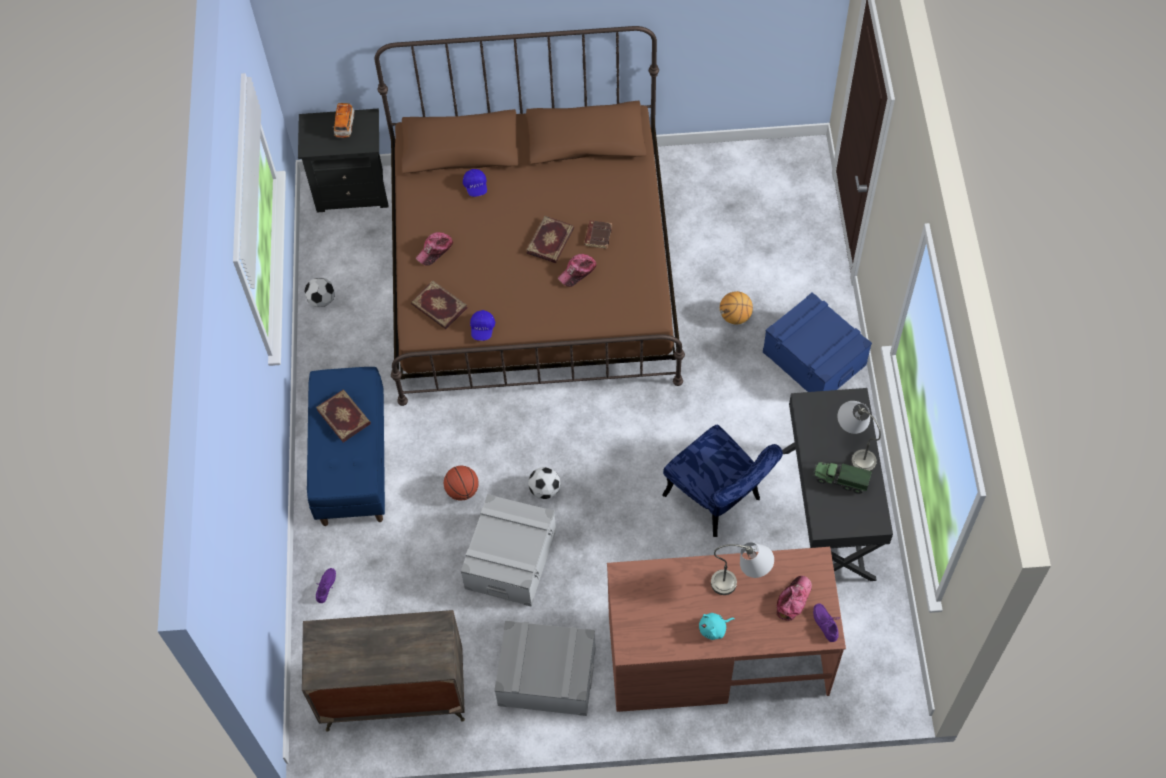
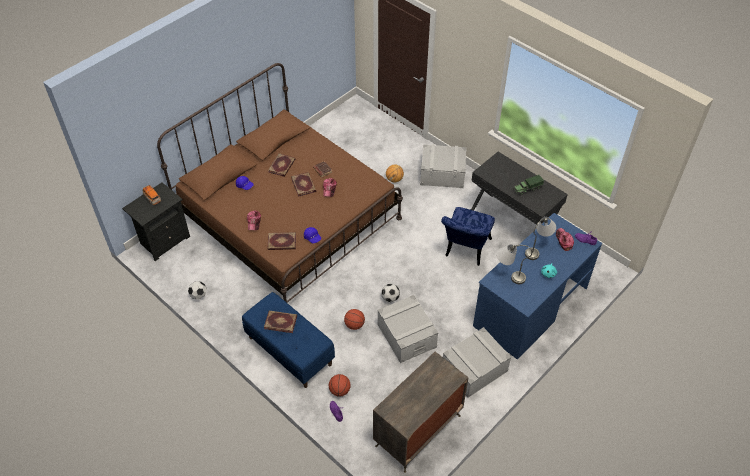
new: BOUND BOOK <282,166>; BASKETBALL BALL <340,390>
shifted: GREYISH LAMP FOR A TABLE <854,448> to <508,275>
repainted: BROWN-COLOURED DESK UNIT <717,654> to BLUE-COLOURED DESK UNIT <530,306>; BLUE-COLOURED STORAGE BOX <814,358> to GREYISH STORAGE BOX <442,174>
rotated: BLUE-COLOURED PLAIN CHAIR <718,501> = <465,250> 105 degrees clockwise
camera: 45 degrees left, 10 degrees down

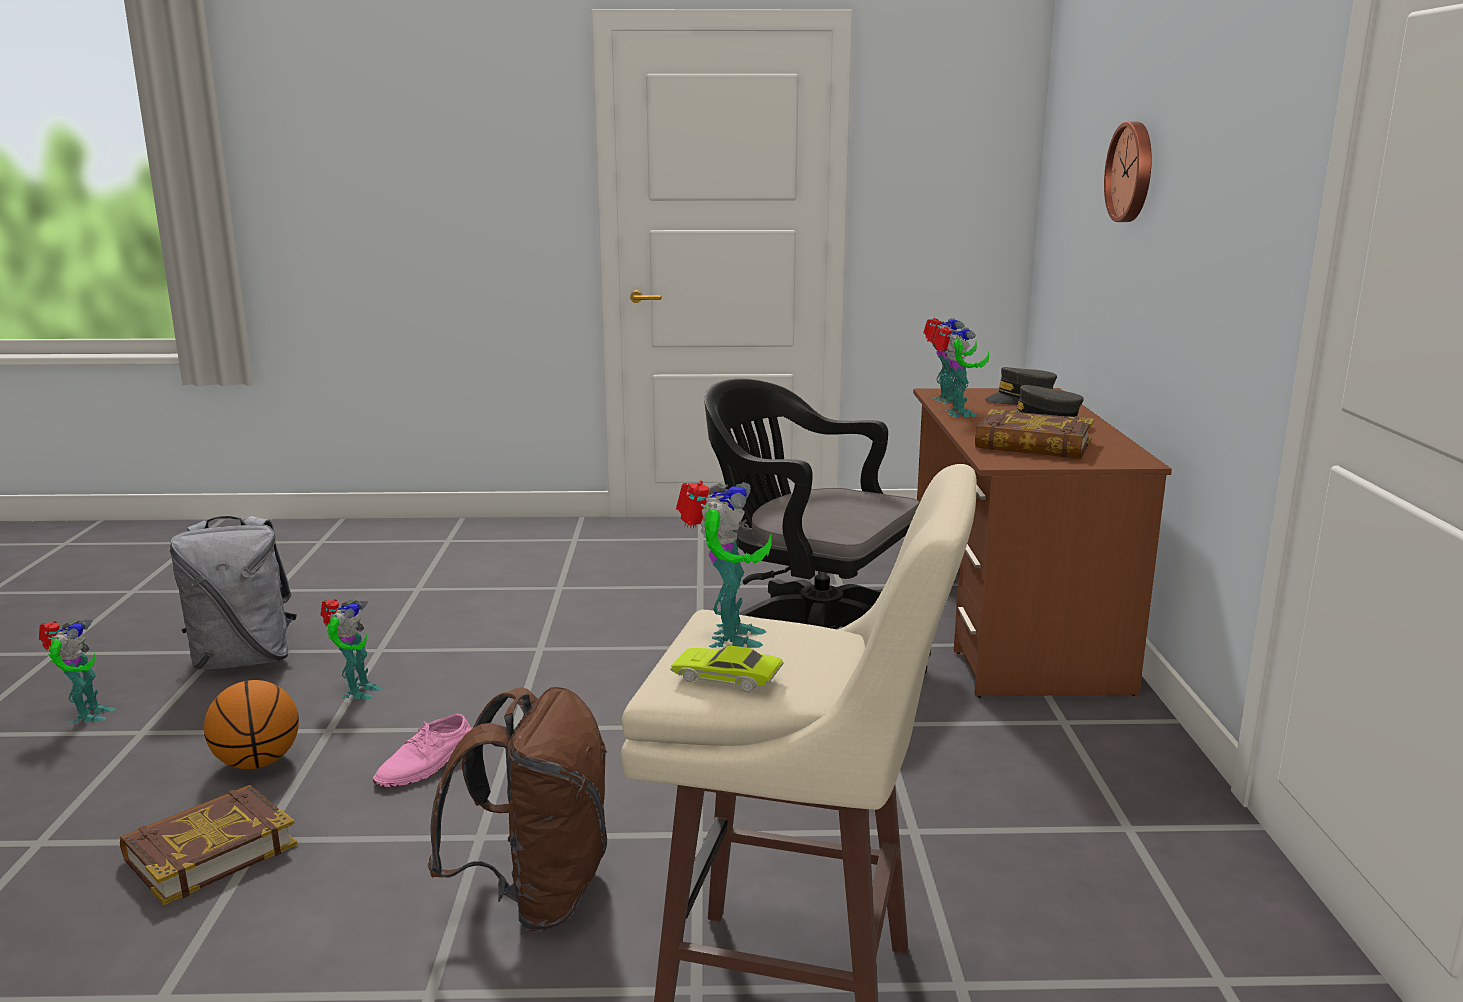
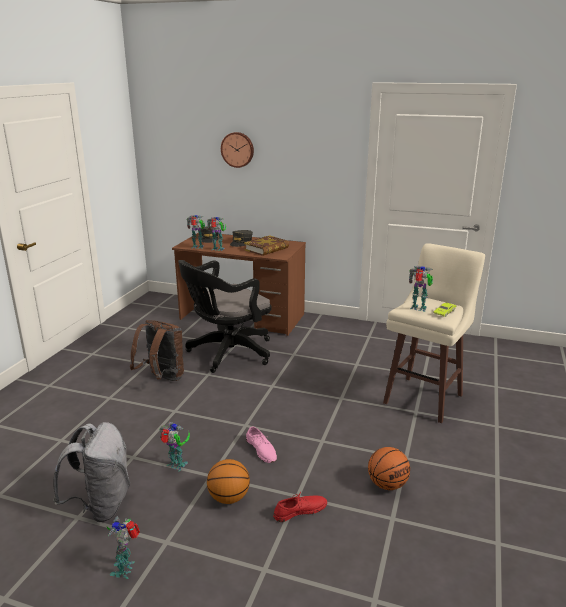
new: BASKETBALL BALL <387,484>
shifted: BROWN-COLOURED BACKPACK <536,894> to <162,379>
swapped: BOUND BOOK <210,851> to REDDISH ITEM OF FOOTWEAR <300,510>
rotated: TOY ROBOT <86,715> = <125,568> 105 degrees counterclockwise
camera: 70 degrees left, 5 degrees up

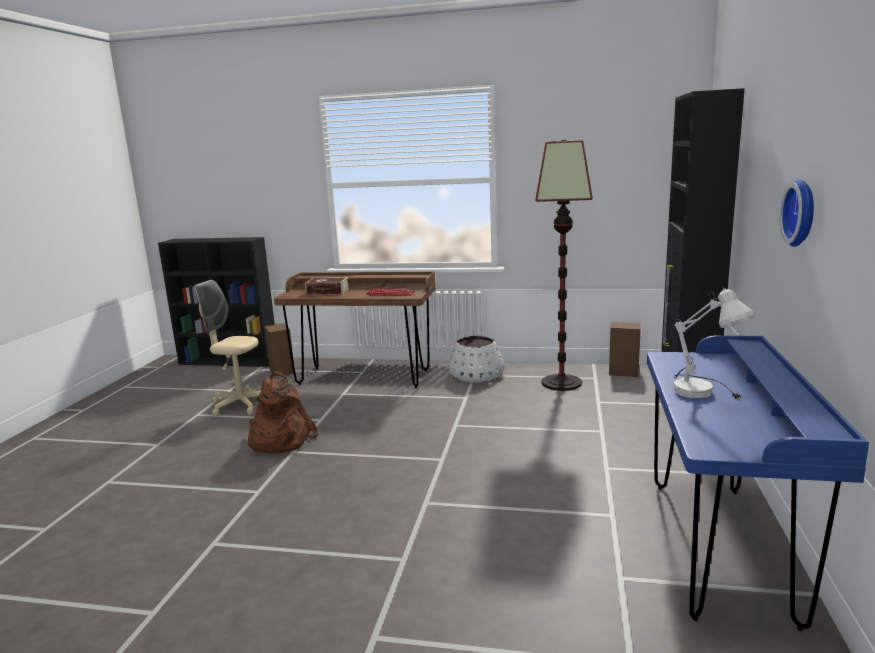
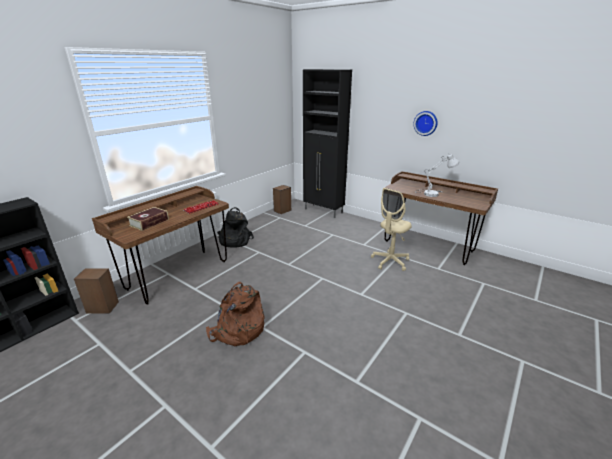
gone: STANDING LAMP <562,383>
shifted: BEIGE-COLOURED DESK CHAIR <240,405> to <390,261>
swapped: WHITE FLOWER POT <476,375> to BLACK BACKPACK <234,241>
repainted: BLUE-COLOURED DESK UNIT <719,547> to BROWN-COLOURED DESK UNIT <428,246>
camera: 65 degrees left, 10 degrees up

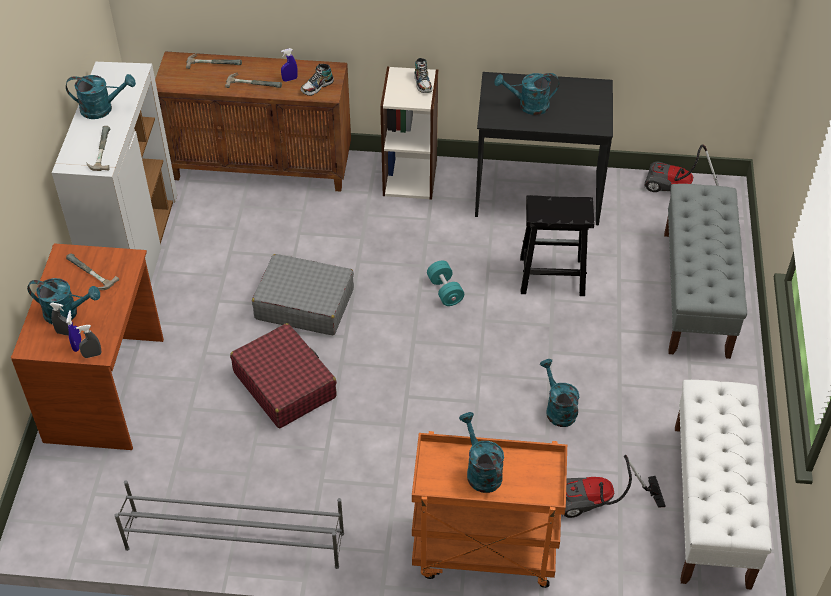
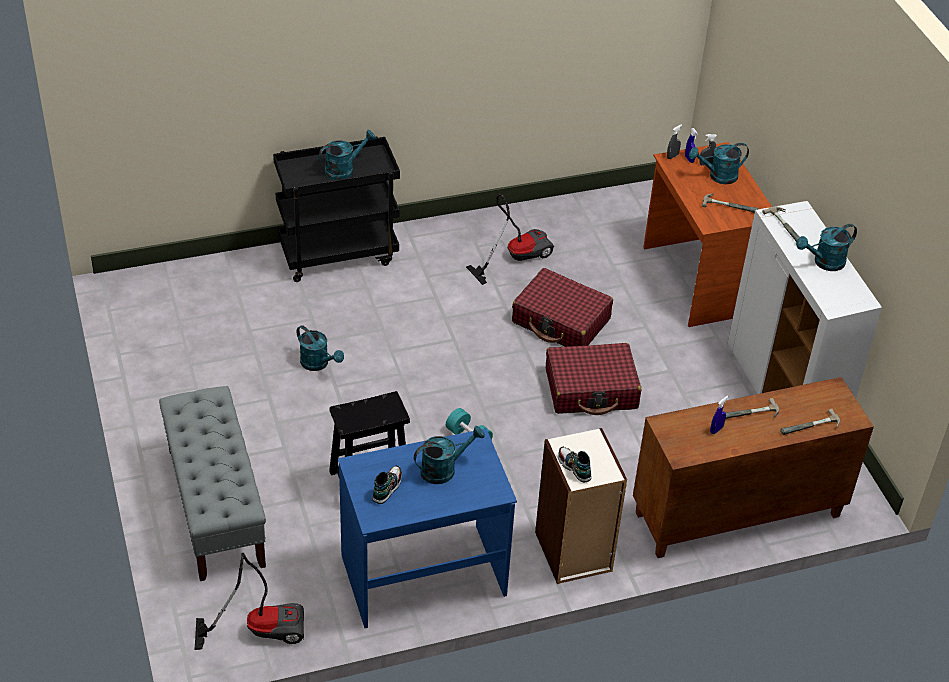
gone: GREYISH SHOE RACK <234,540>; WHITE BENCH <711,505>
shifted: ITEM OF FOOTWEAR <317,87> to <387,488>; VACUUM <600,503> to <515,256>
repainted: GREYISH TRAVEL CASE <304,304> to REDDISH TRAVEL CASE <591,389>; ORANGE-COLOURED TROLLEY <483,552> to BLACK TROLLEY <339,254>; BLACK DESK UNIT <537,194> to BLUE-COLOURED DESK UNIT <423,573>
rotated: TURQUOISE-COLOURED SPRINKLING CAN <481,471> = <344,169> 75 degrees counterclockwise
camera: 155 degrees right, 5 degrees down

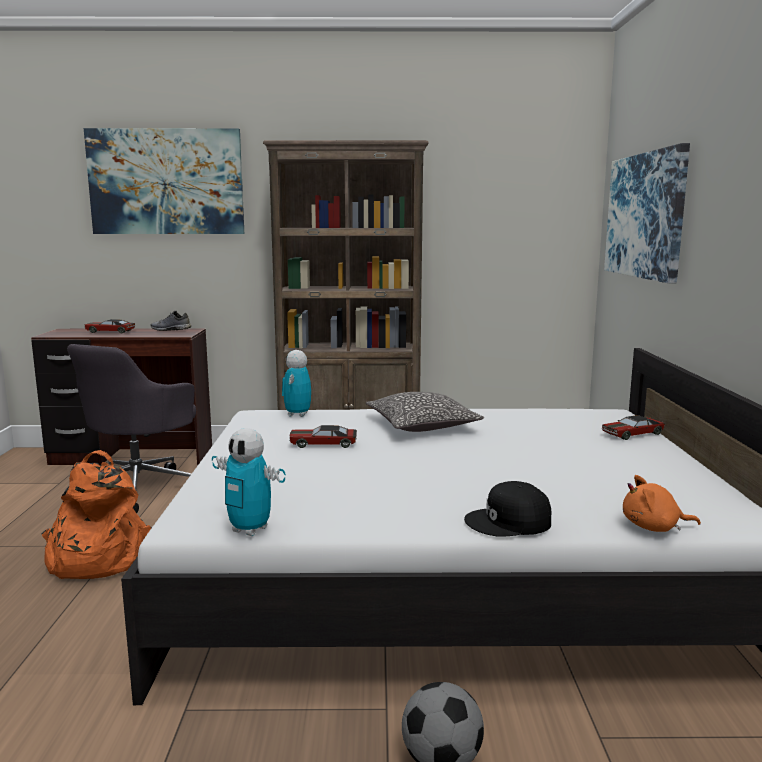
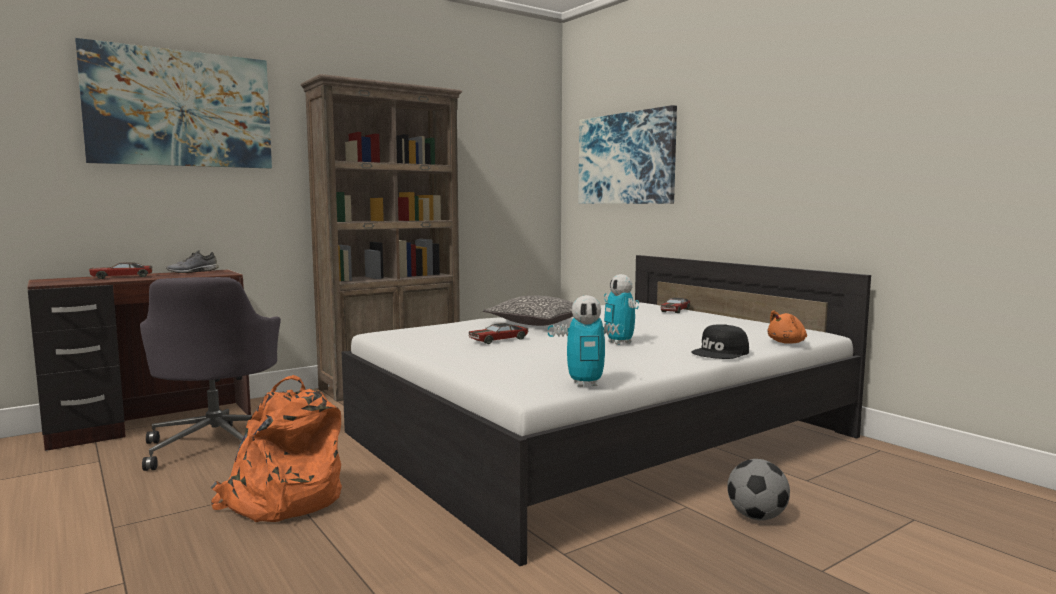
shifted: TOY ROBOT <297,414> to <619,343>
camera: 35 degrees left, 5 degrees down

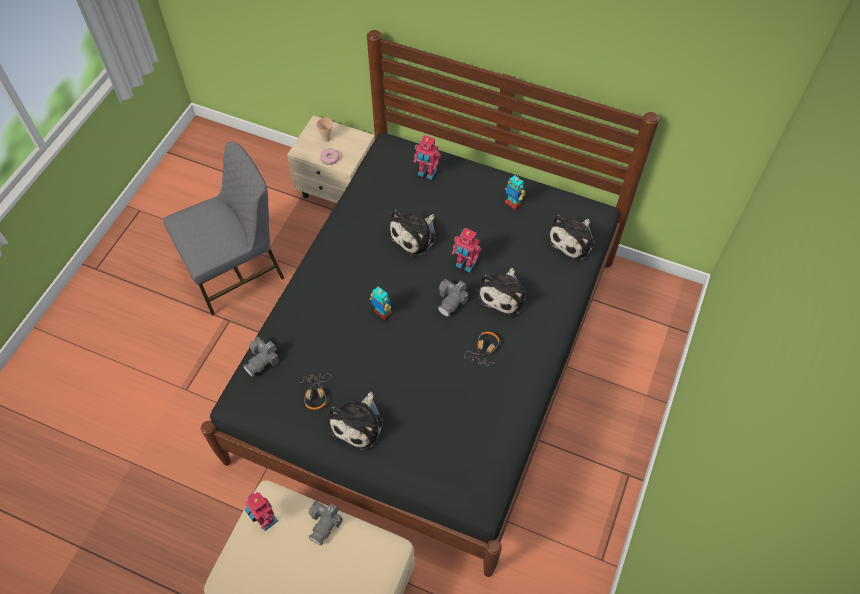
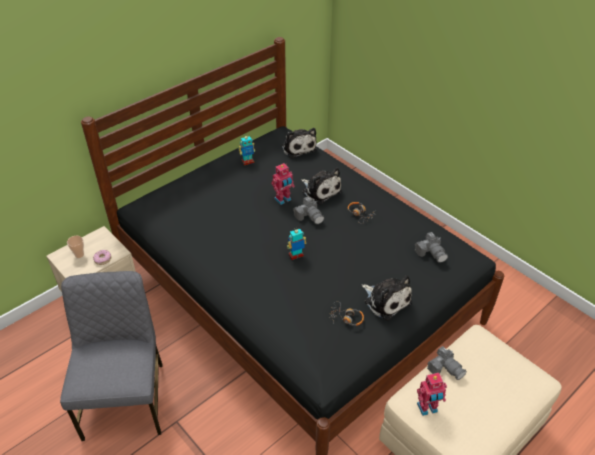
gone: CUDDLY TOY <415,236>; TOY ROBOT <426,173>
shifted: STILL CAMERA <262,360> to <431,253>
camera: 65 degrees left, 15 degrees down

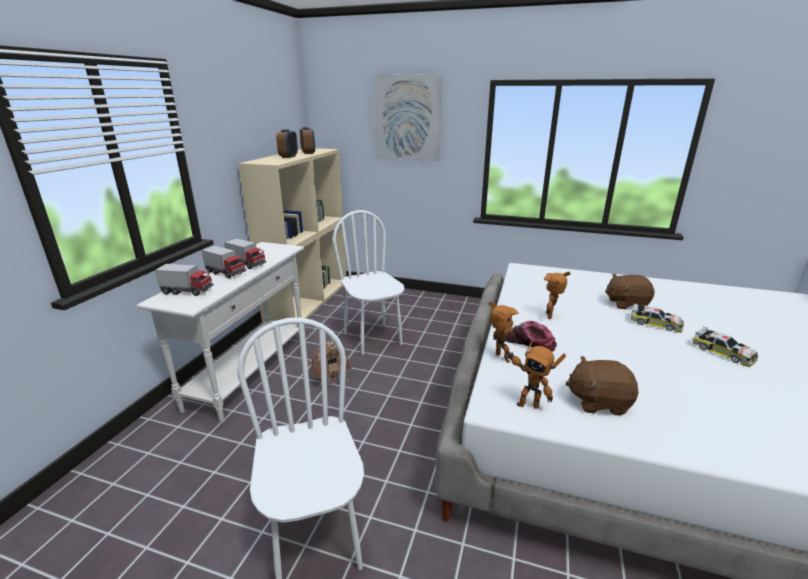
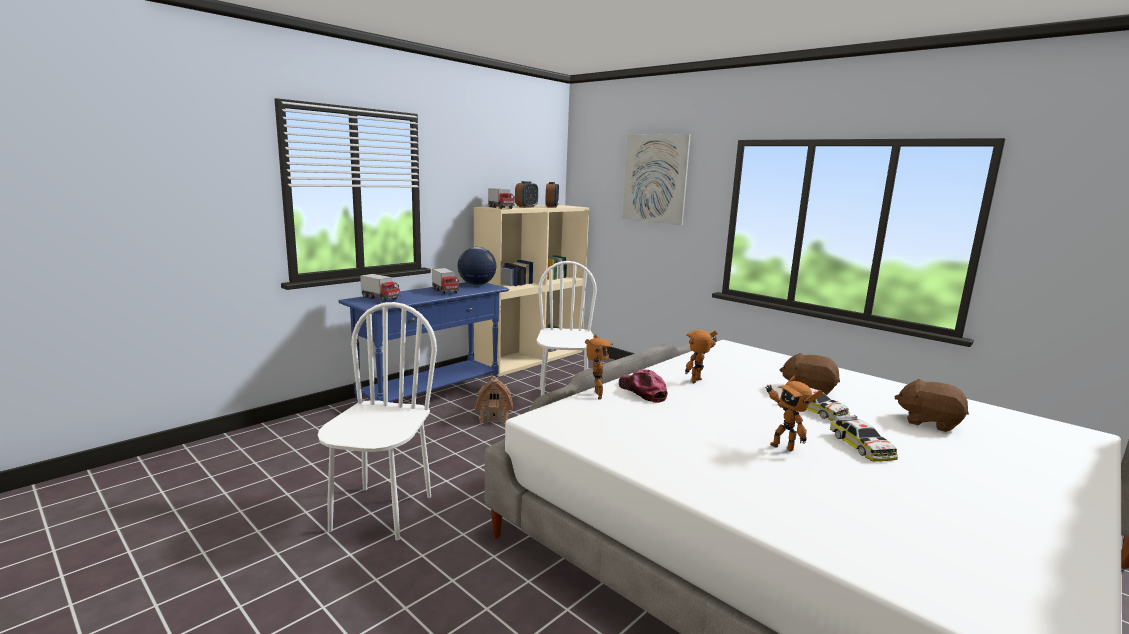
new: WORLD GLOBE <476,285>
shifted: TOY LORRY <226,273> to <501,208>; TOY ROBOT <527,404> to <783,446>; BROWN-COLOURED CUDDLY TOY <598,401> to <928,422>
repainted: WHITE CONSOLE TABLE <250,372> to BLUE-COLOURED CONSOLE TABLE <431,397>
camera: 25 degrees right, 10 degrees down

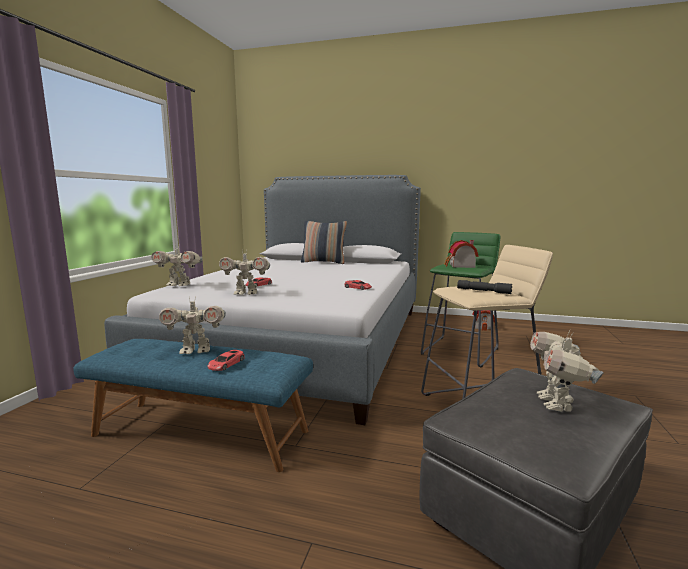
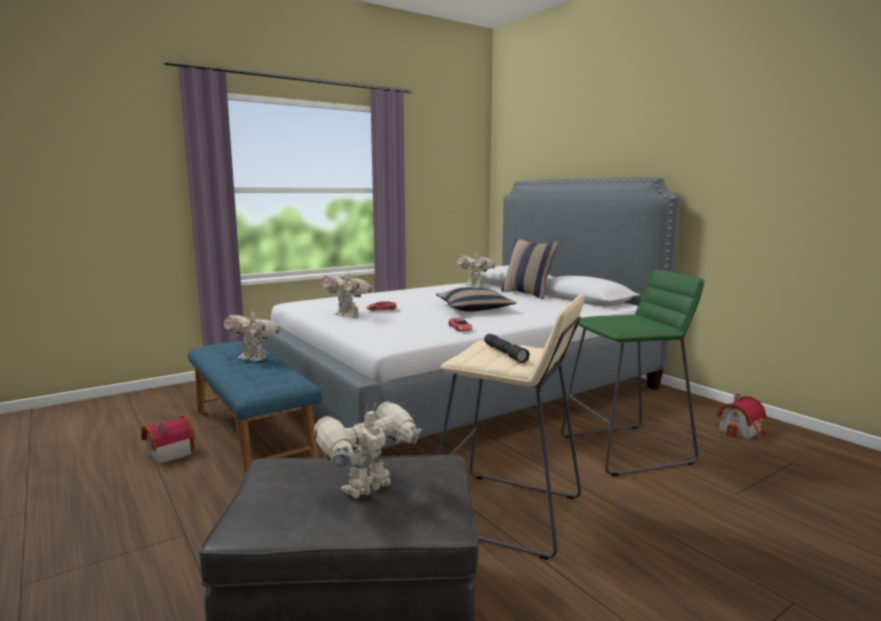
gone: REDDISH MINIATURE CAR <226,364>
new: PILLOW <474,308>
shifted: TOY ROBOT <179,285> to <475,286>; MINIATURE HOUSE <460,266> to <167,453>
camera: 40 degrees right, 0 degrees up

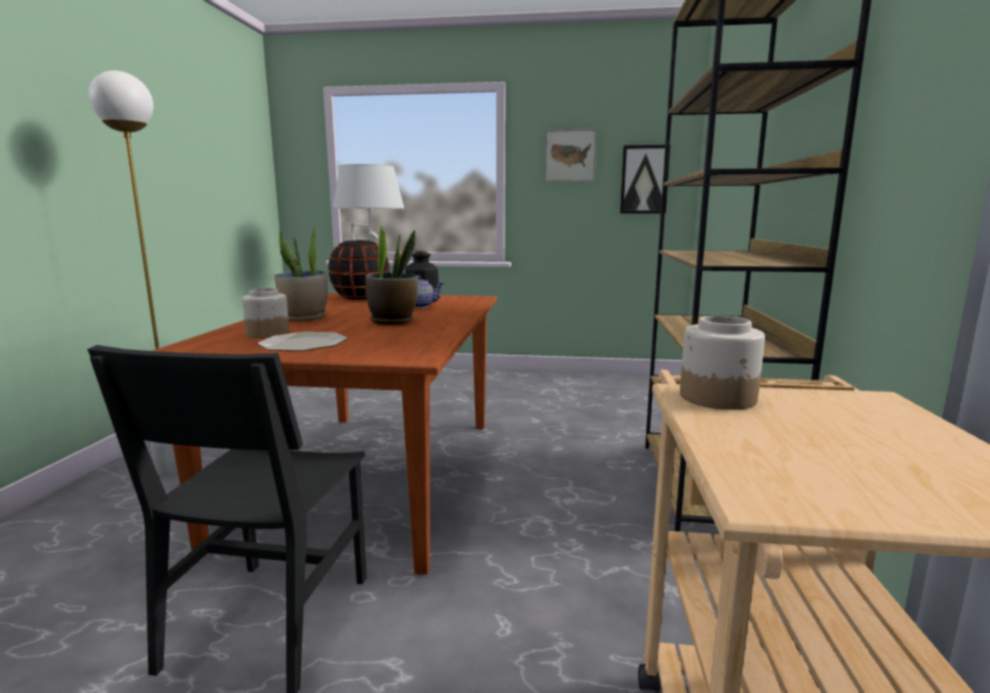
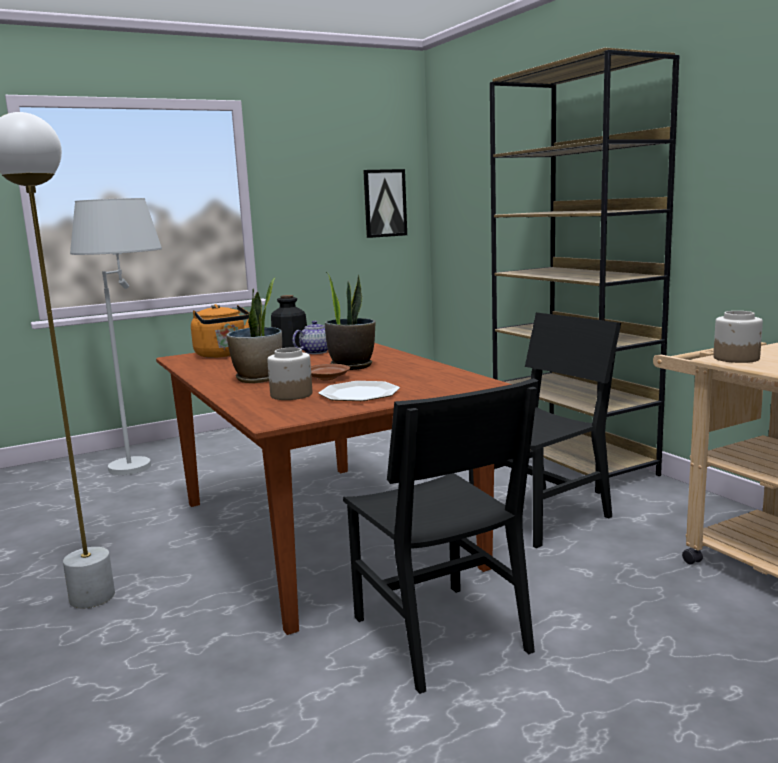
gone: WALL ART <570,155>
new: BROWN-COLOURED PLATE <327,378>; BLACK PLAIN CHAIR <540,517>
swapped: BLACK VASE <360,297> to ORANGE-COLOURED WATER KETTLE <222,355>
camera: 35 degrees left, 0 degrees up

